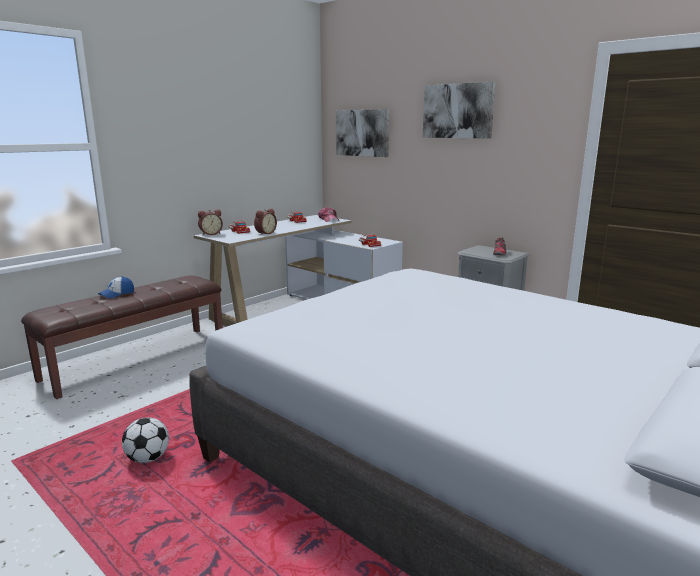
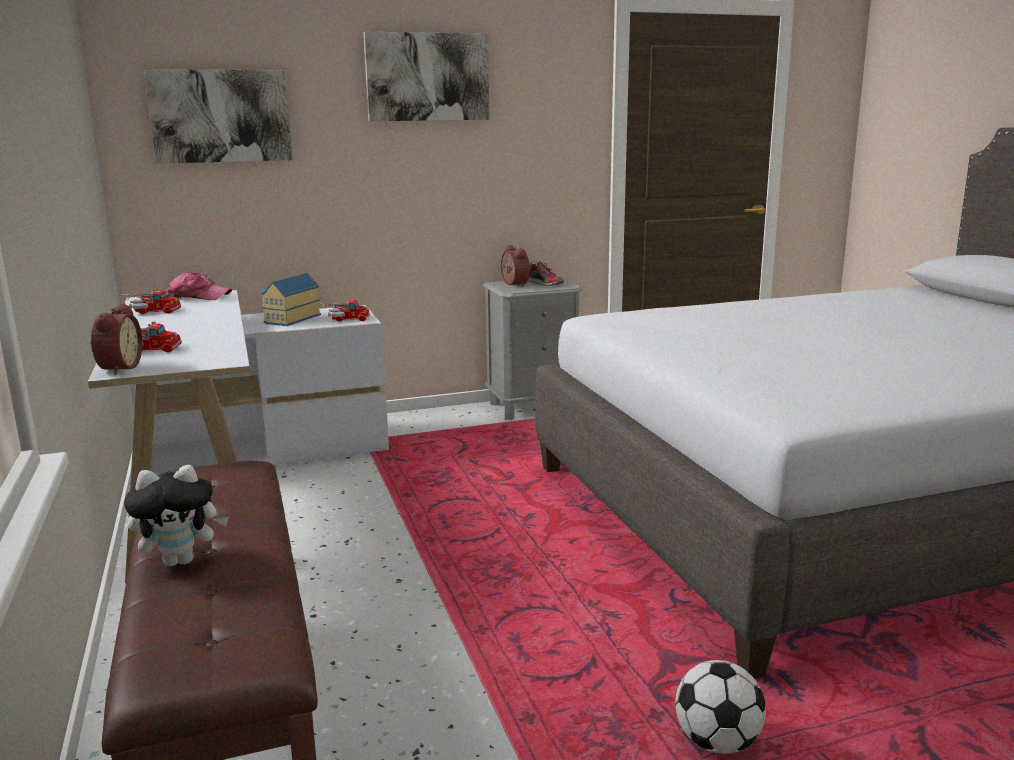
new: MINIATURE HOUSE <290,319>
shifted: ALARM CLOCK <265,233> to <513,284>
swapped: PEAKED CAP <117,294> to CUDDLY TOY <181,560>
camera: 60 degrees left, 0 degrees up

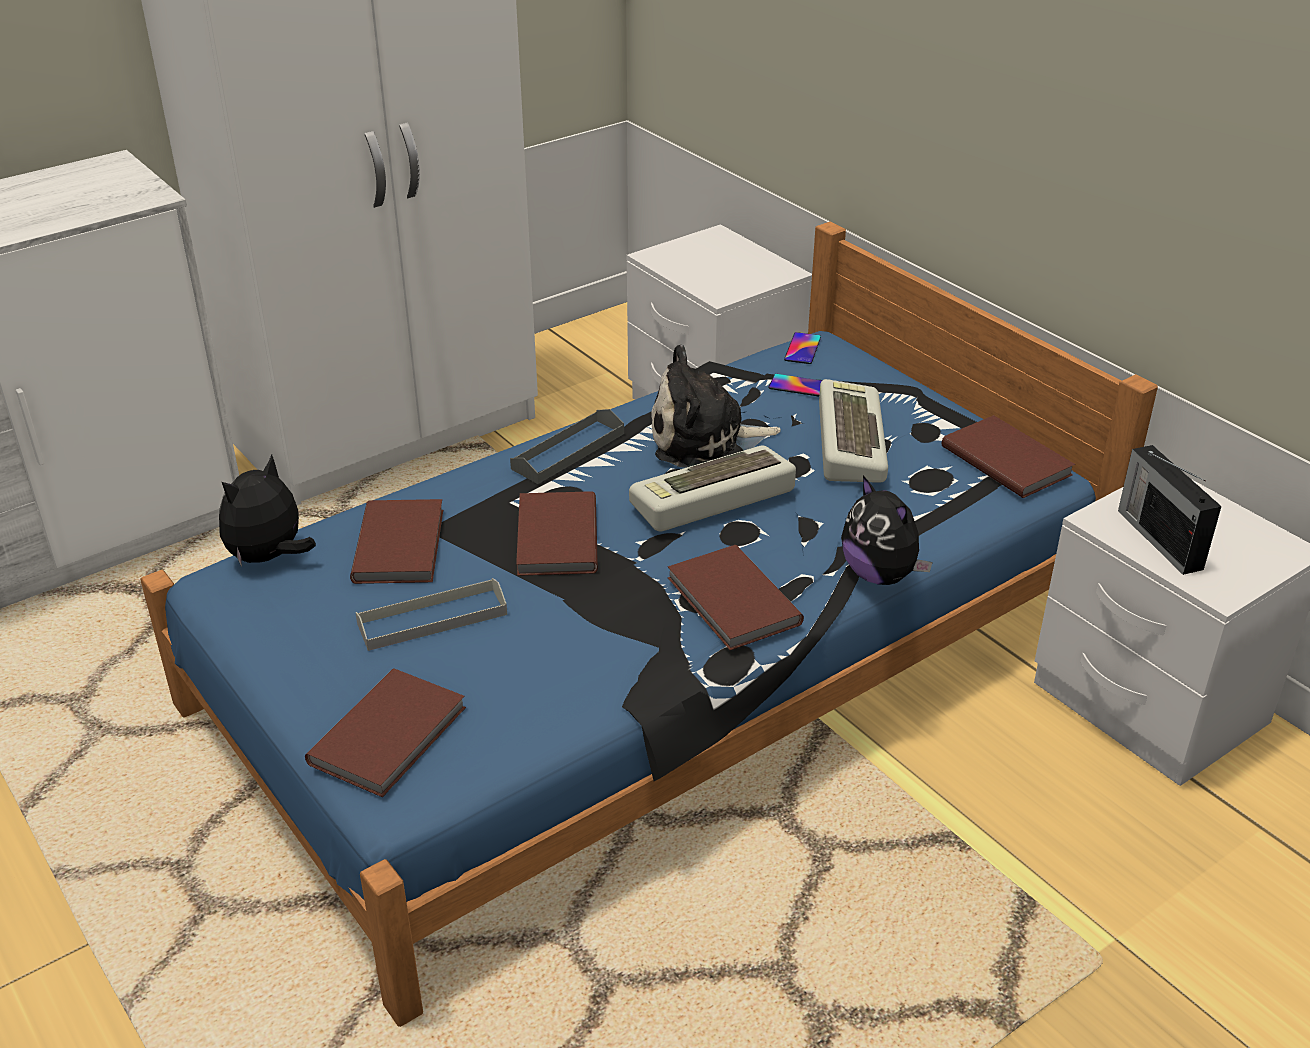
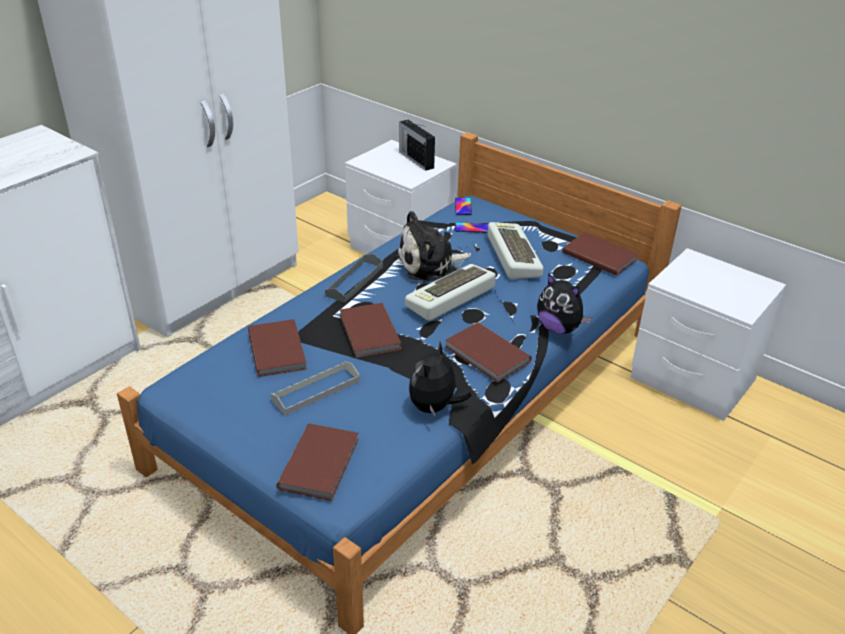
shifted: CUDDLY TOY <269,558> to <435,407>; RADIO RECEIVER <1158,538> to <416,159>
camera: 15 degrees left, 0 degrees up

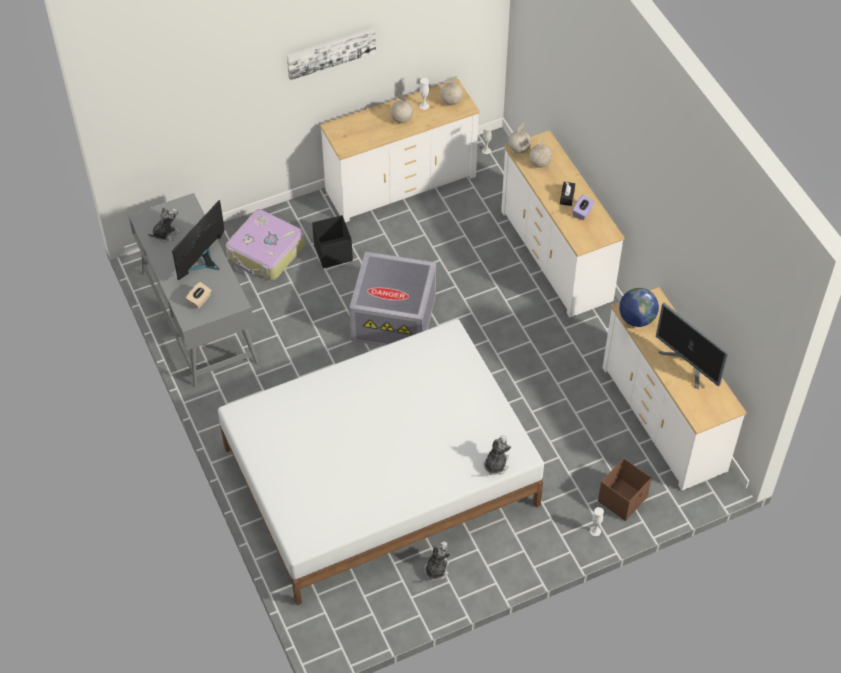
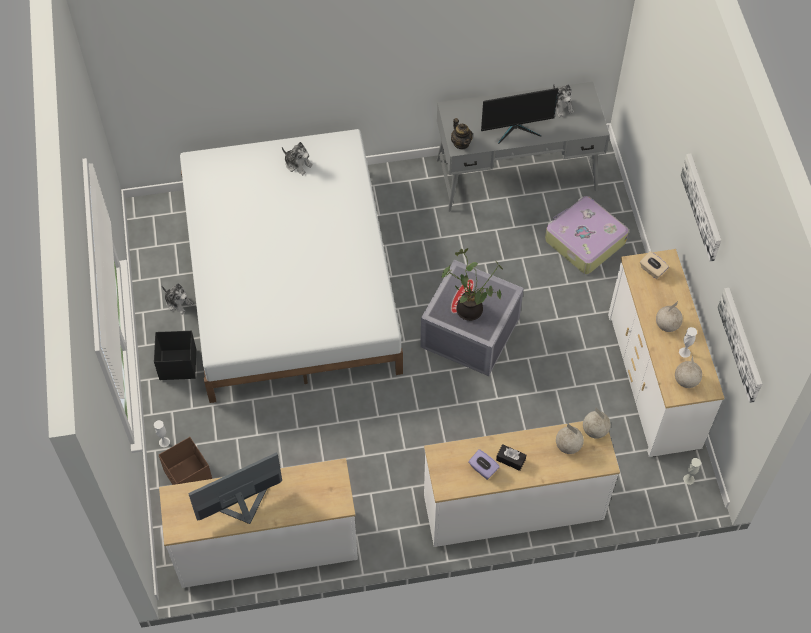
gone: WORLD GLOBE <636,319>
new: HOUSEPLANT <471,308>; TEA POT <461,143>; WALL ART <741,344>
shifted: BEIGE-COLOURED TISSUE BOX <199,300> to <652,270>; BLACK STORAGE BOX <333,253> to <177,364>; CUDDLY TOY <496,464> to <298,164>
rotated: COMPUTER SCREEN <204,262> = <516,129> 120 degrees clockwise
camera: 105 degrees right, 5 degrees up

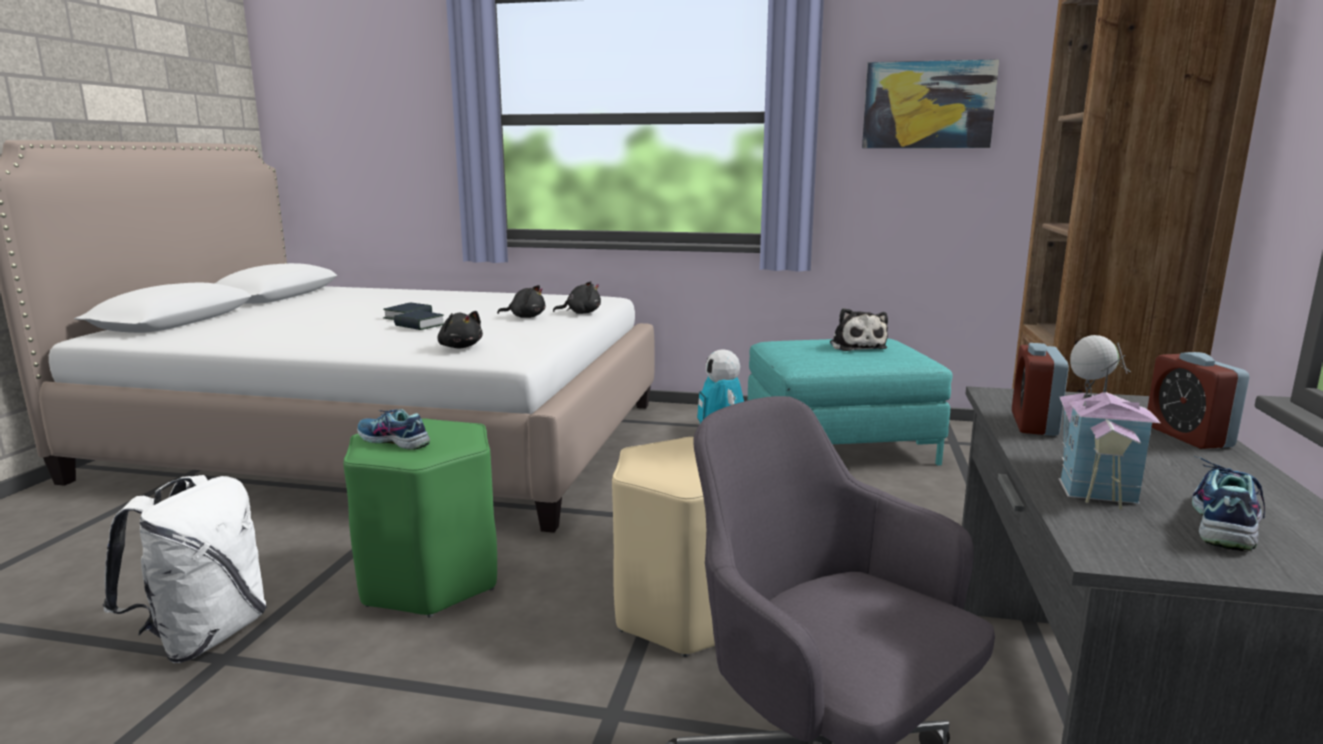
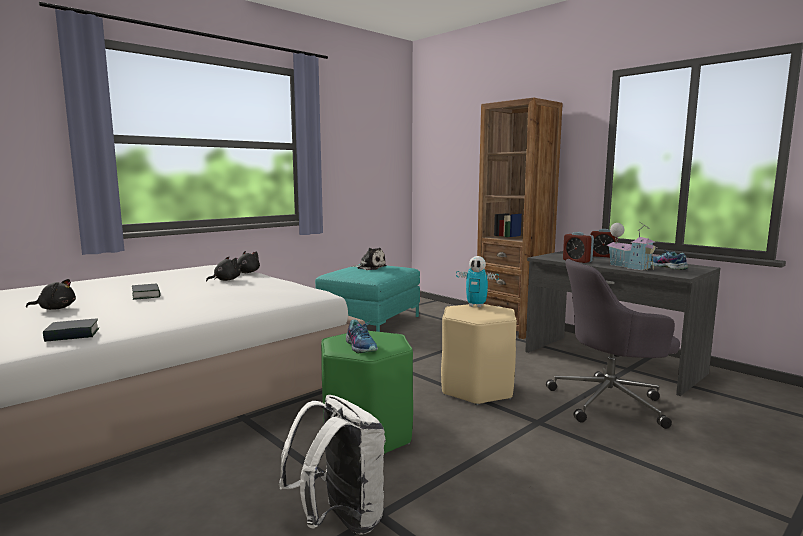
gone: WALL ART <928,105>
shifted: BOUND BOOK <419,325> to <72,335>; BLACK CUDDLY TOY <460,347> to <55,308>
rotated: ITEM OF FOOTWEAR <393,441> = <361,346> 90 degrees counterclockwise
camera: 55 degrees left, 5 degrees down

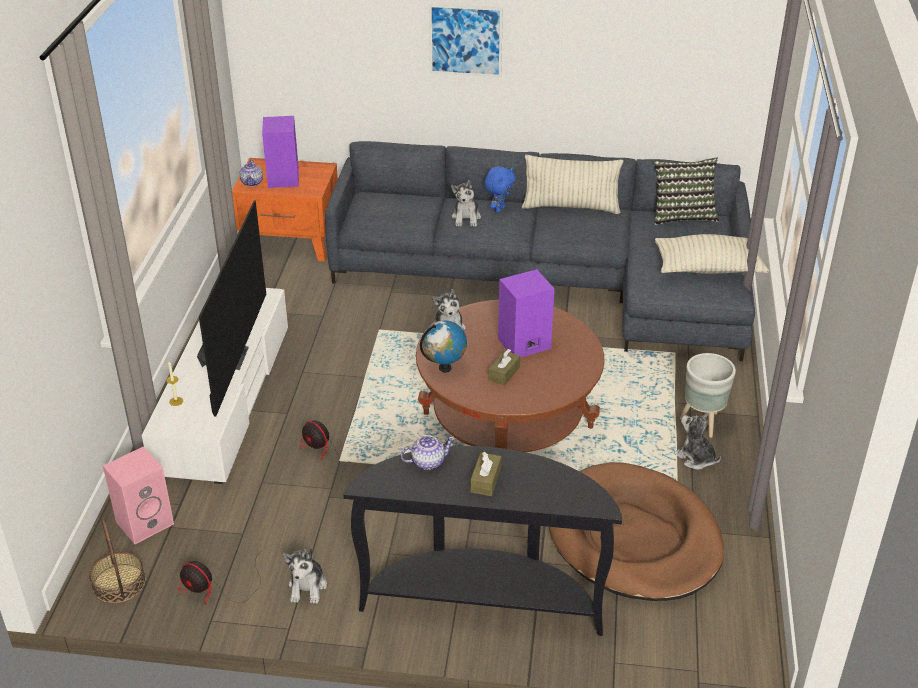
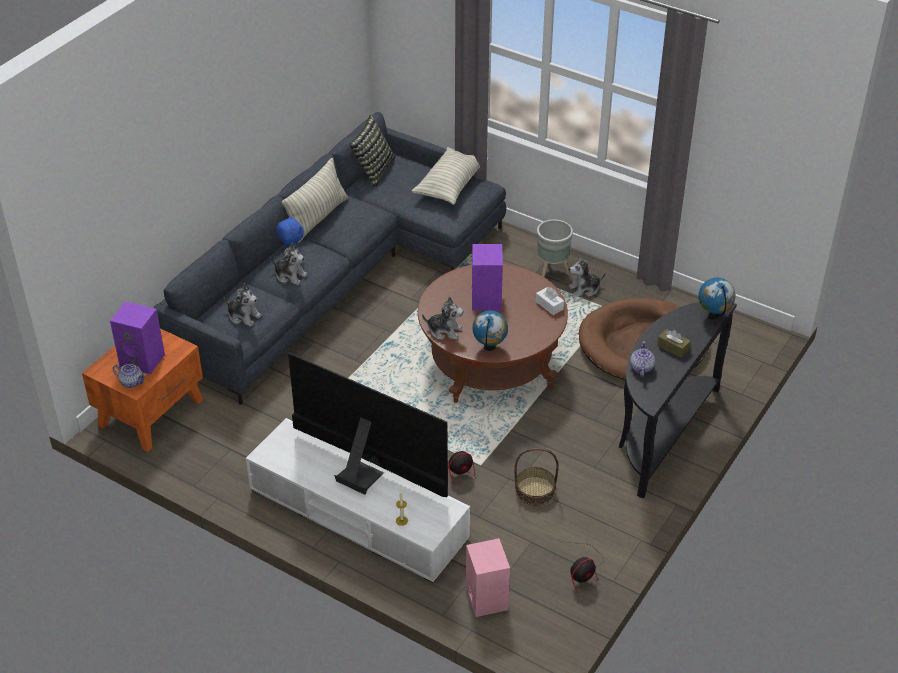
gone: WALL ART <465,40>; BROWN-COLOURED TISSUE BOX <504,373>
new: WHITE TISSUE BOX <549,305>; WORLD GLOBE <713,316>
shifted: STORAGE BASKET <119,583> to <535,490>; CUDDLY TOY <307,587> to <243,316>
camera: 65 degrees left, 5 degrees up

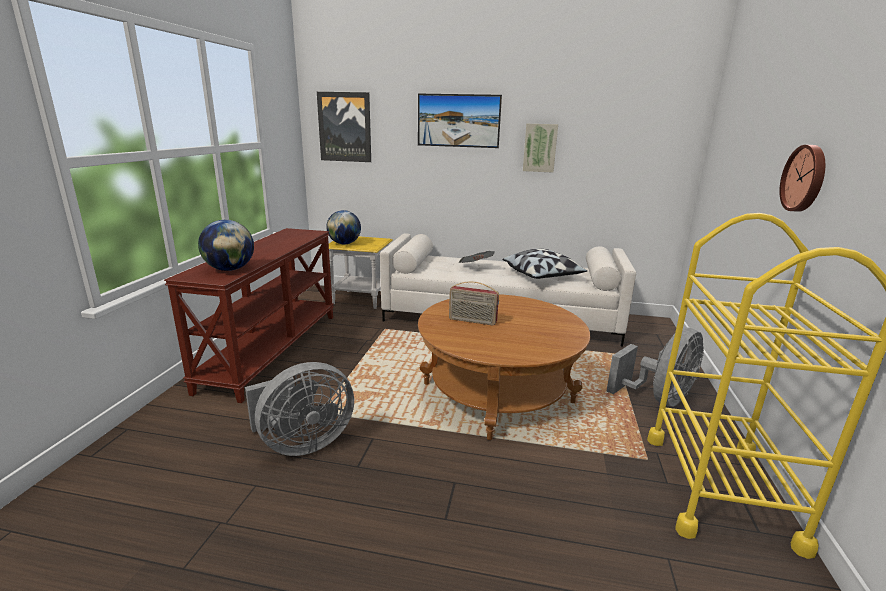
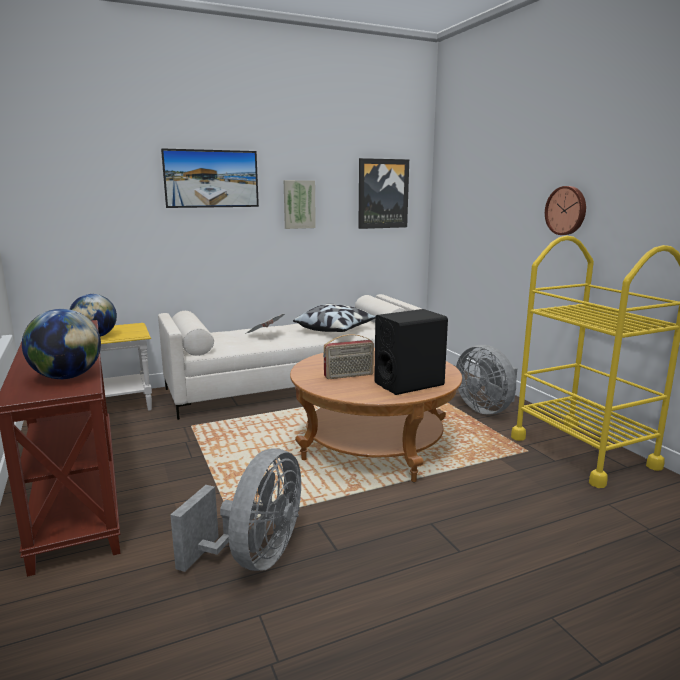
new: BLACK LOUDSPEAKER <409,384>
shifted: WALL ART <345,127> to <383,194>
rotated: GREYISH COOLING FAN <659,398> = <486,409> 135 degrees clockwise
camera: 35 degrees left, 5 degrees down

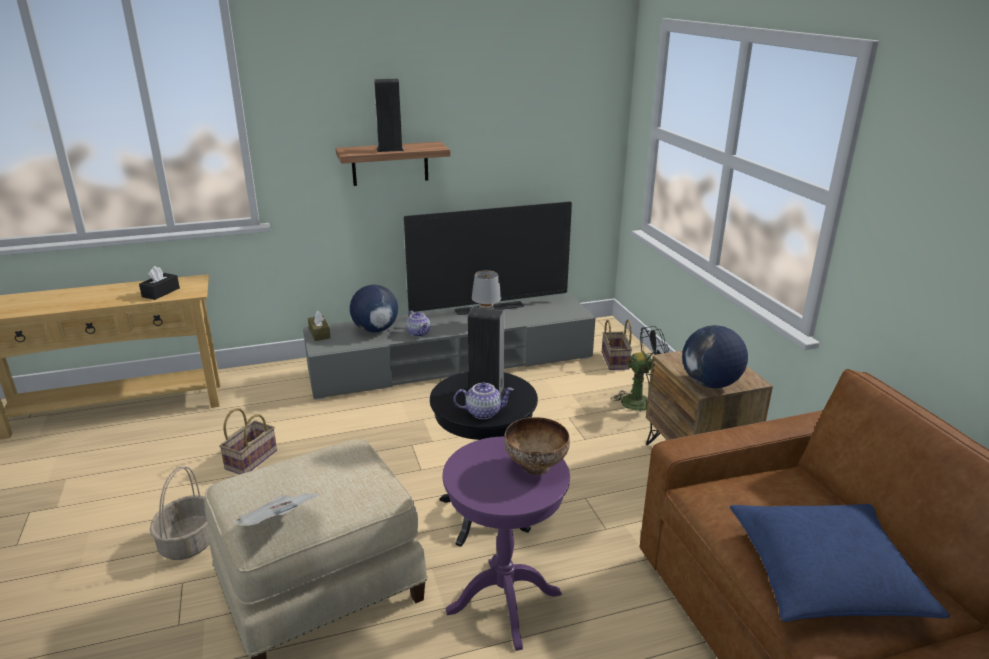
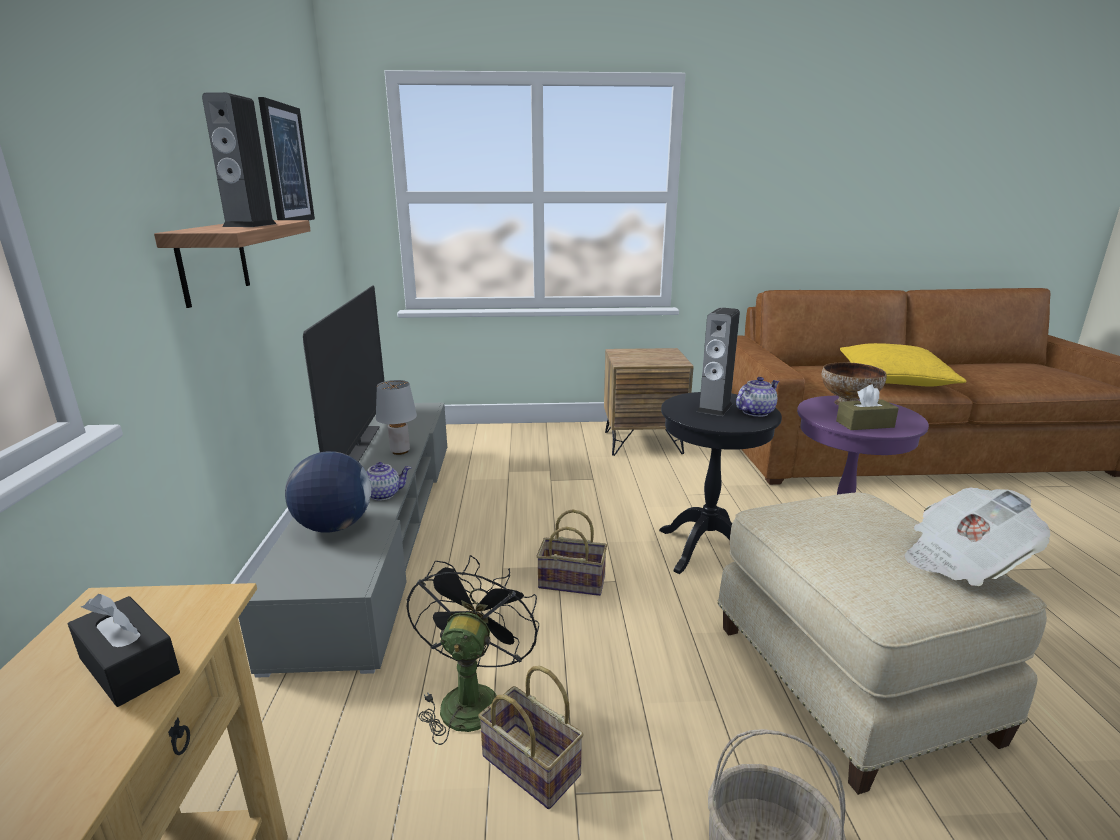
gone: WORLD GLOBE <710,384>
new: WALL ART <286,164>
shifted: BROWN-COLOURED TISSUE BOX <319,333> to <864,424>; STORAGE BASKET <616,361> to <573,581>; BLACK COOLING FAN <643,402> to <471,697>
repainted: BLUE-COLOURED PILLOW <825,575> to YELLOWISH PILLOW <894,378>
rotated: TEA POT <483,412> = <755,412> 45 degrees clockwise
camera: 75 degrees left, 5 degrees down

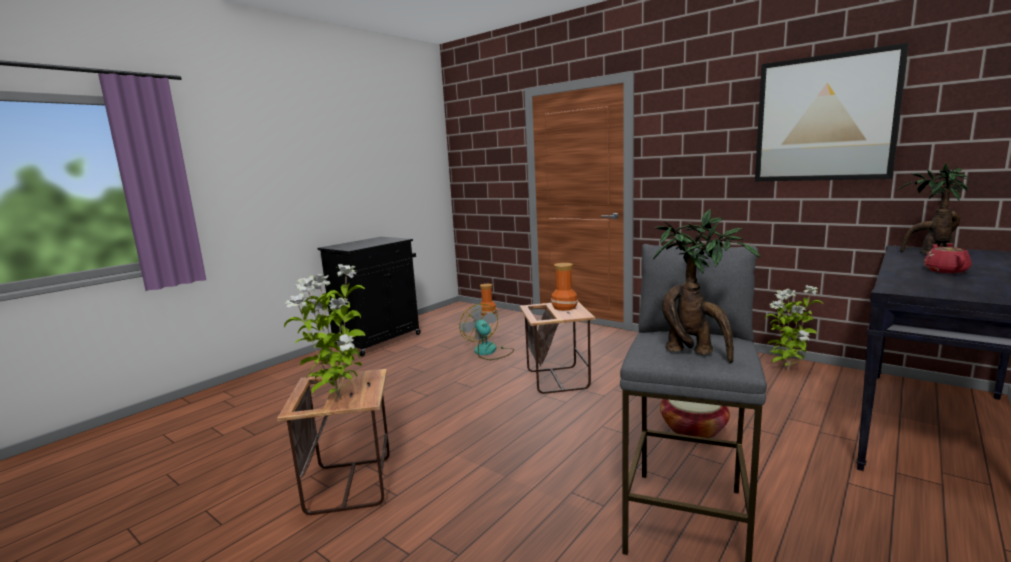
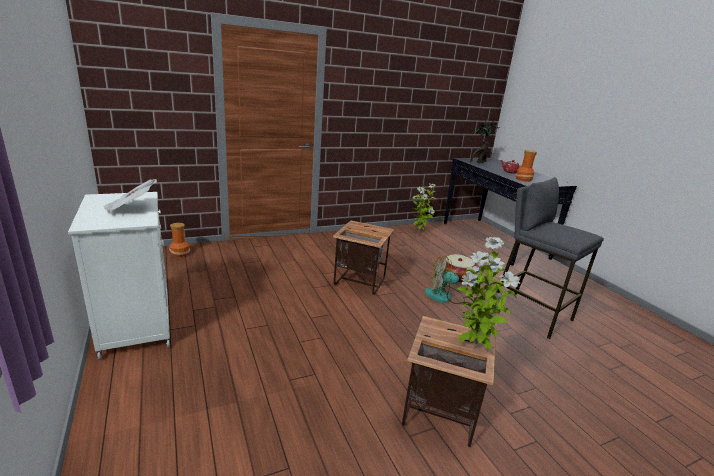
gone: HOUSEPLANT <695,353>; WALL ART <824,119>
new: NEWSPAPER <131,208>
shifted: COOLING FAN <489,352> to <444,296>; VASE <564,307> to <523,179>
repainted: BLACK CUPBOARD <379,340> to WHITE CUPBOARD <136,324>
camera: 65 degrees left, 10 degrees up

